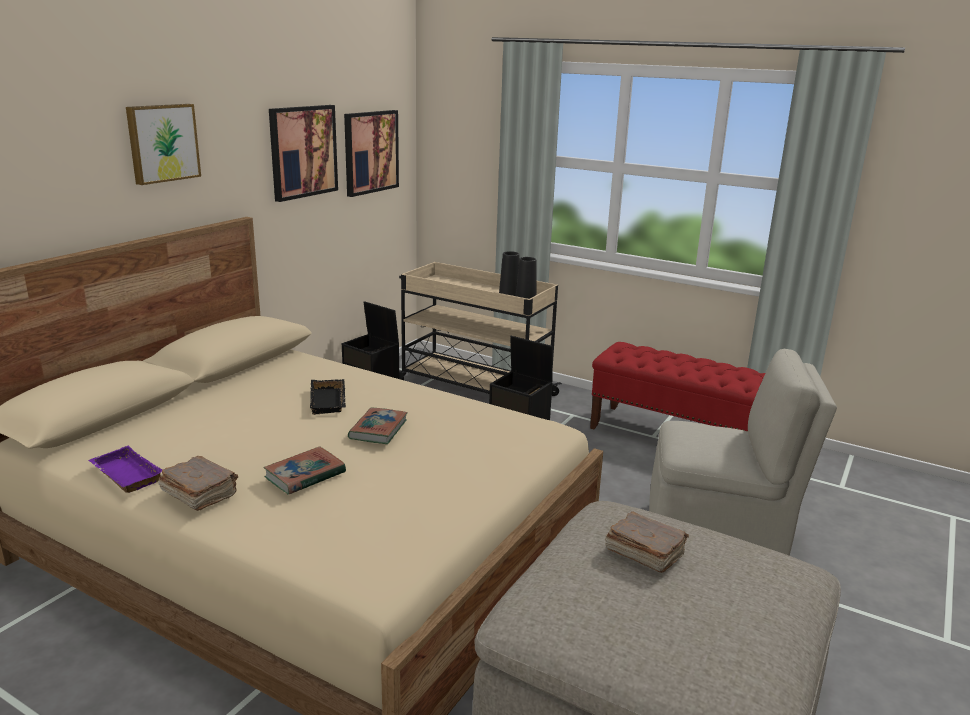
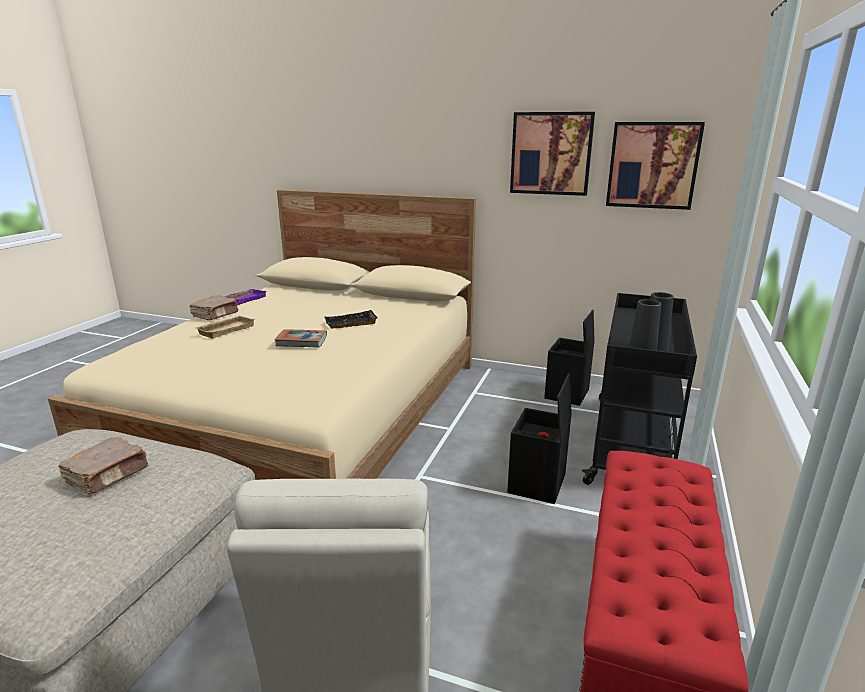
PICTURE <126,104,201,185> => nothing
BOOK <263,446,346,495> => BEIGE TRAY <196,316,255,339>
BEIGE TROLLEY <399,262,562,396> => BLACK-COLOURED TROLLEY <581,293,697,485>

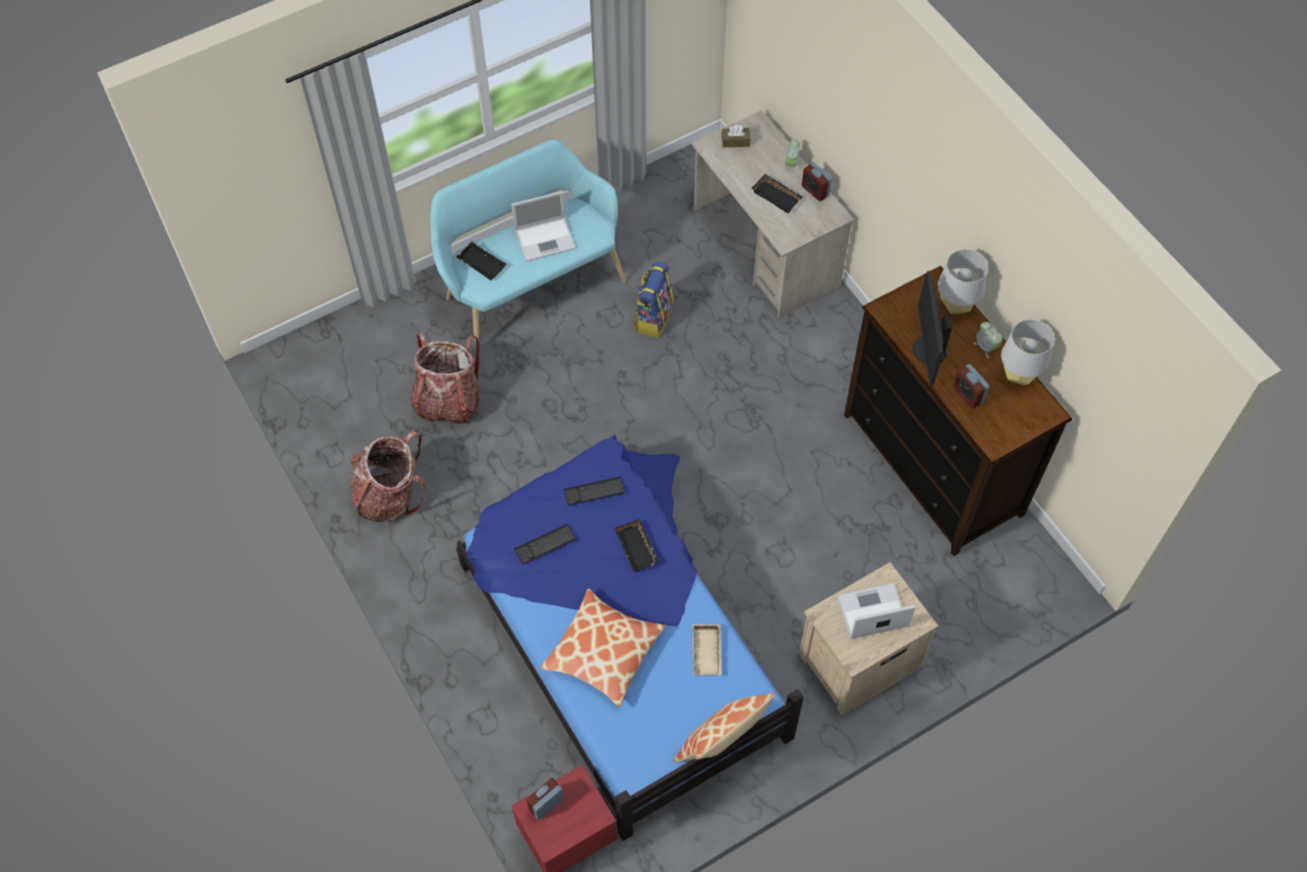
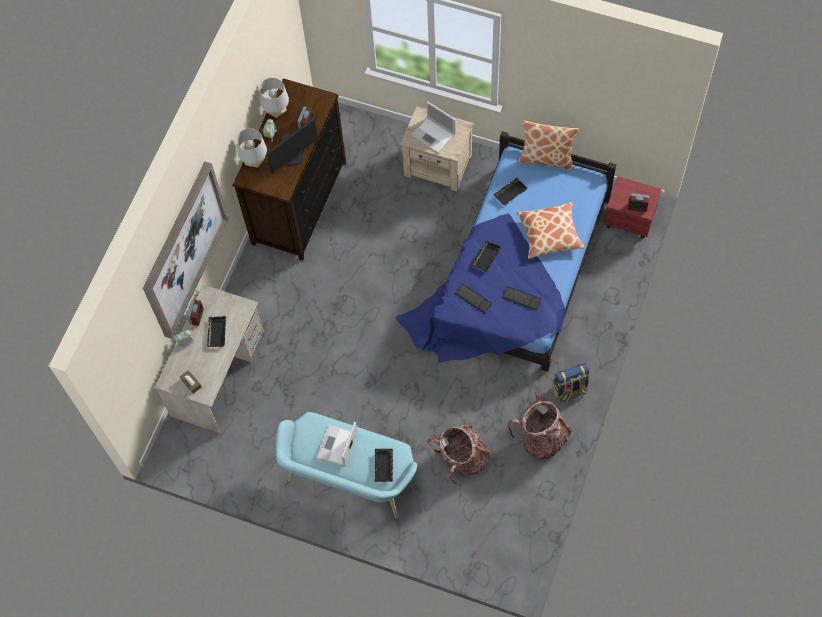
LAPTOP <511,191,576,262> => LAPTOP <316,422,358,467>, 105 degrees counterclockwise
KNAPSACK <633,262,673,338> => KNAPSACK <552,363,590,403>, move
BEIGE TRAY <692,624,722,676> => BLACK-COLOURED TRAY <493,178,527,205>
nothing => PICTURE <143,162,229,339>

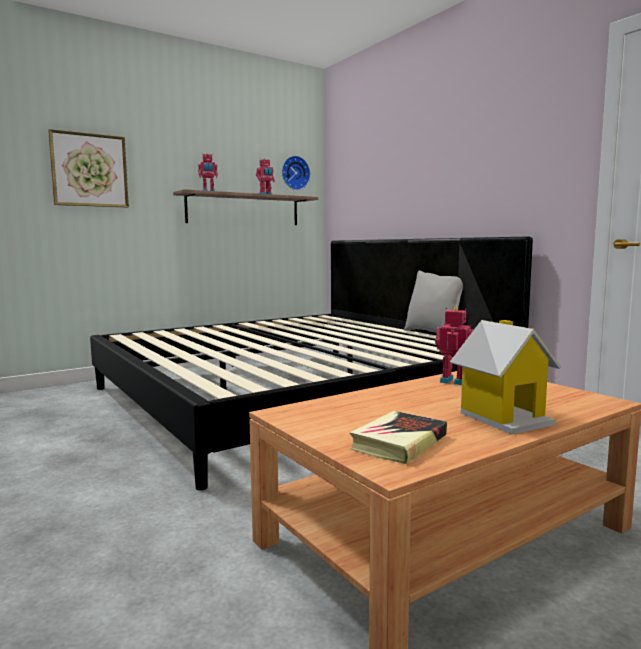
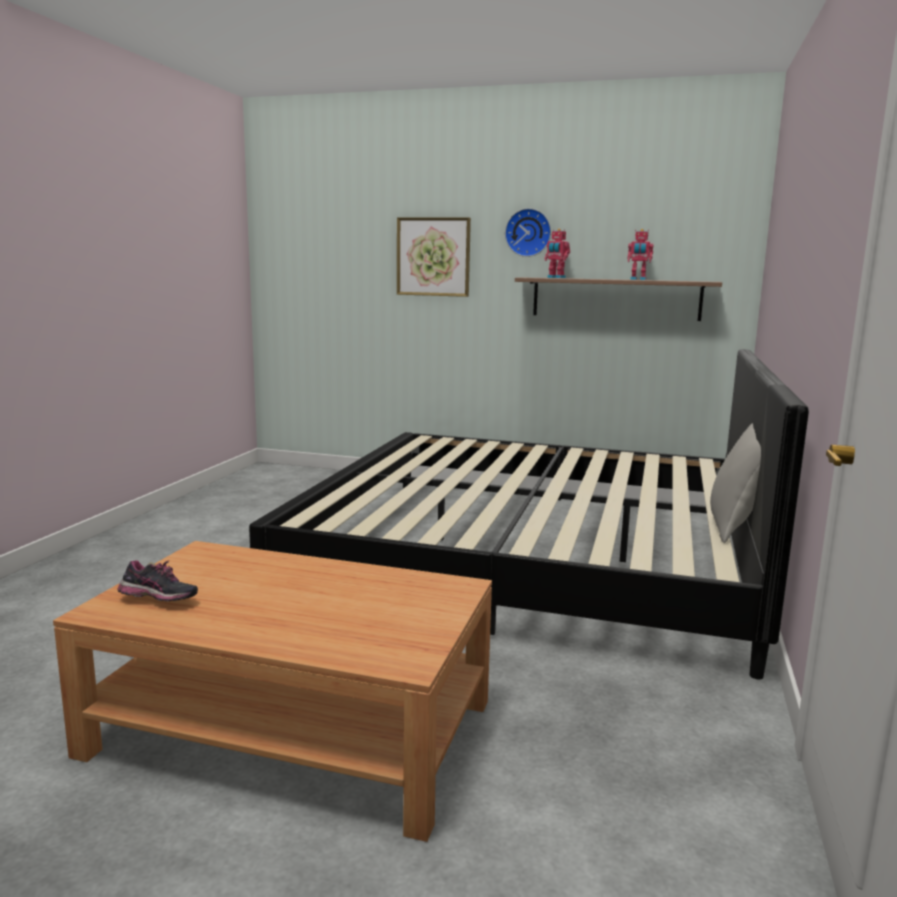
WALL CLOCK <282,156,310,190> => WALL CLOCK <505,208,551,257>, move
BOOK <349,411,447,464> => LOW SHOE <117,560,198,601>
MODEL ROBOT <435,307,474,385> => nothing
TOY HOUSE <450,320,561,434> => nothing

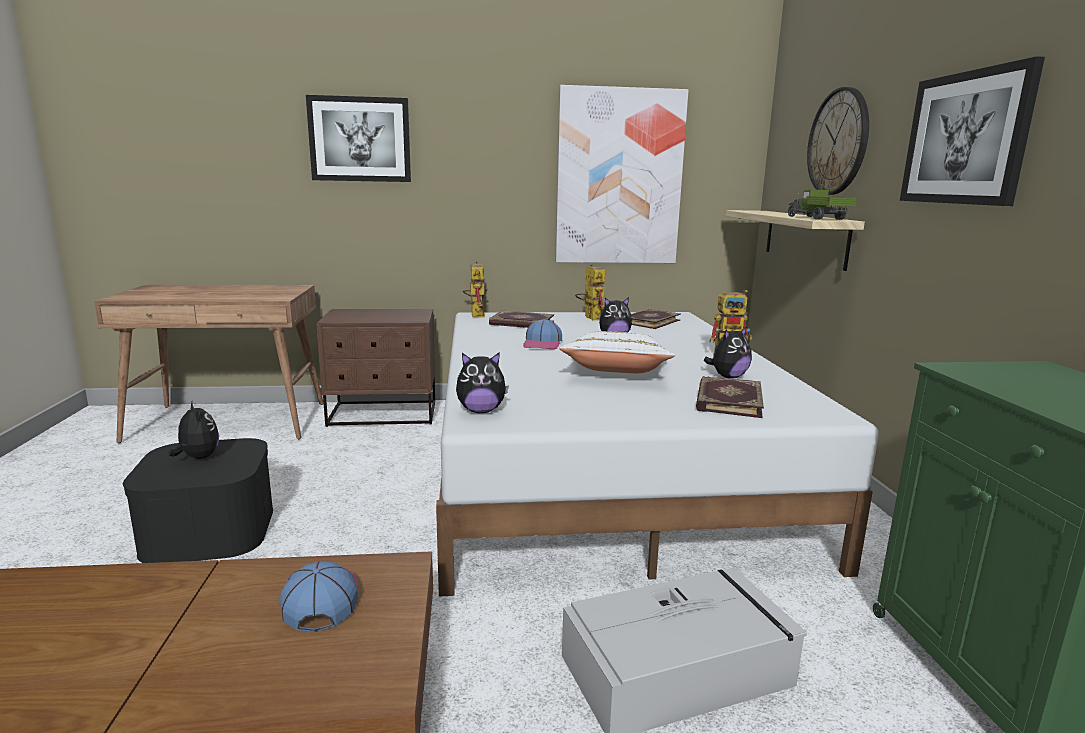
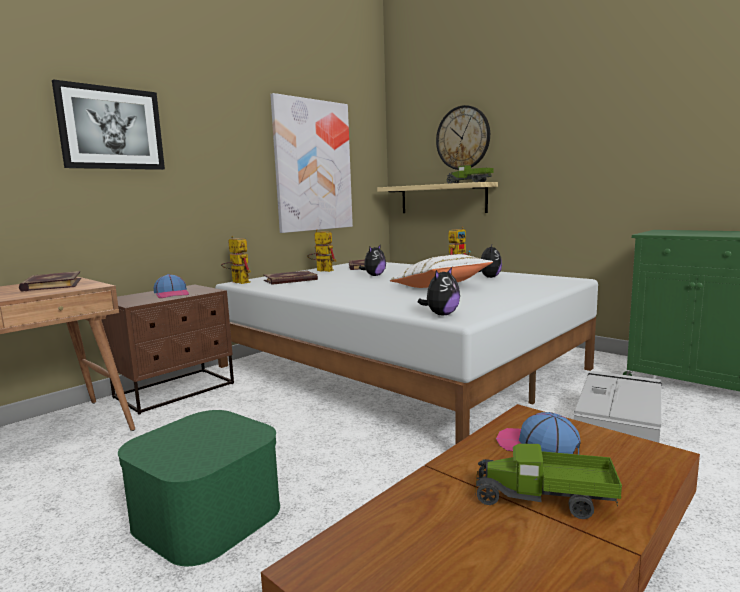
BLACK-COLOURED STORAGE BIN <123,438,273,563> => GREENISH STORAGE BIN <118,410,280,566>
SOFT TOY <168,402,219,459> => nothing
PEAKED CAP <523,319,562,349> => PEAKED CAP <154,274,189,298>, move
BOOK <696,376,764,418> => BOOK <19,271,81,292>, move
PICTURE <900,56,1045,206> => nothing
nothing => TOY TRUCK <475,444,622,519>

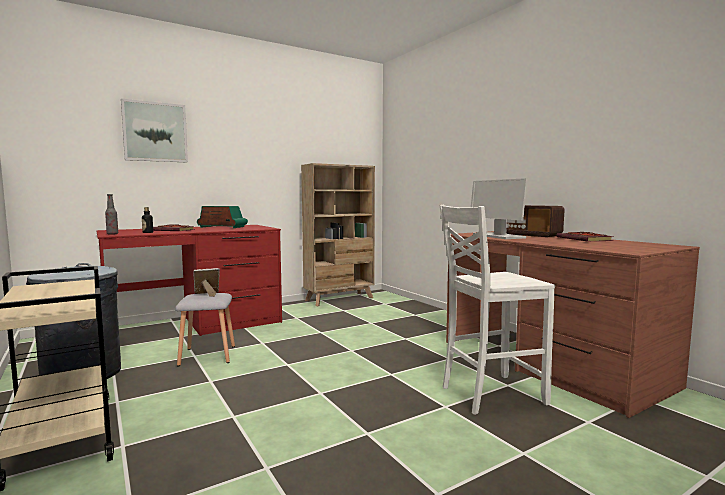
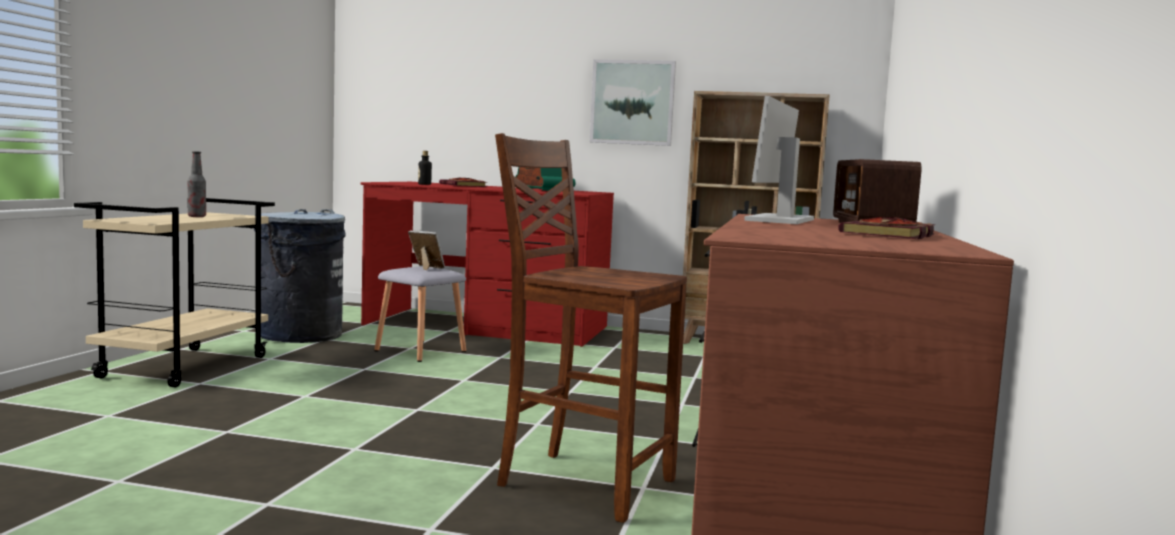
DRINK BOTTLE <105,194,118,235> => DRINK BOTTLE <188,151,206,217>, move
PICTURE <121,99,188,162> => PICTURE <590,59,676,146>, move
WHITISH UPRIGHT CHAIR <440,204,555,415> => BROWN-COLOURED UPRIGHT CHAIR <495,133,687,523>

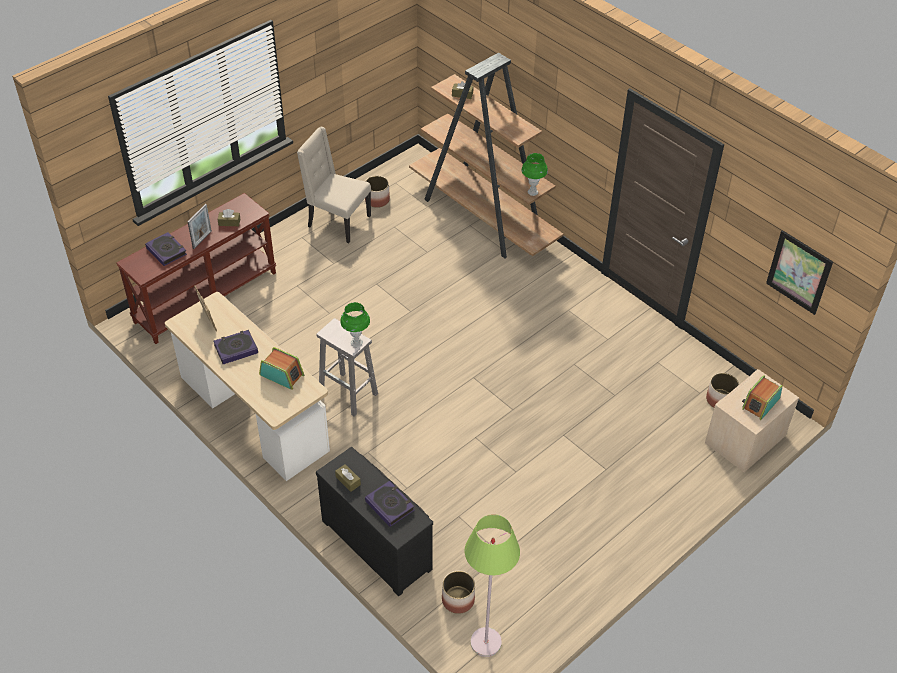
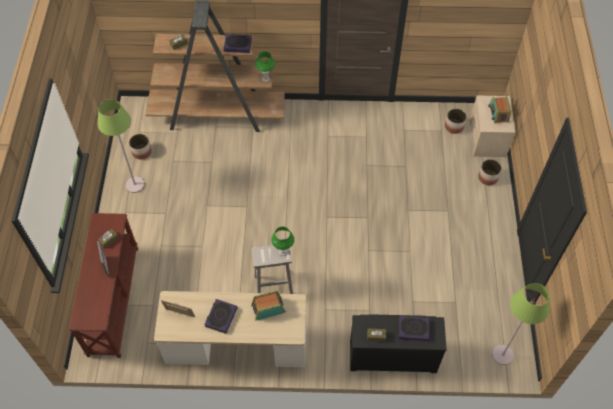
BOOK <145,232,187,266> => BOOK <224,34,252,53>, move
BEIGE UPRIGHT CHAIR <297,127,371,243> => GREENISH STANDARD LAMP <98,99,144,193>
FLOWER POT <442,571,475,614> => FLOWER POT <478,159,502,185>, move
PICTURE <766,230,833,315> => nothing

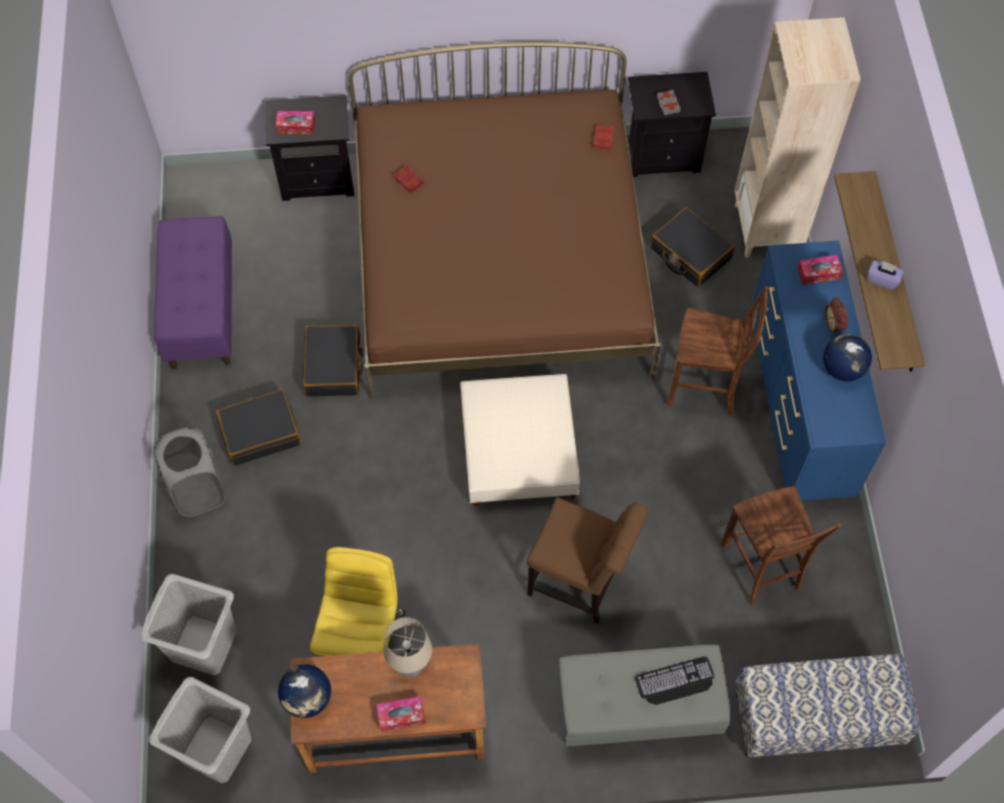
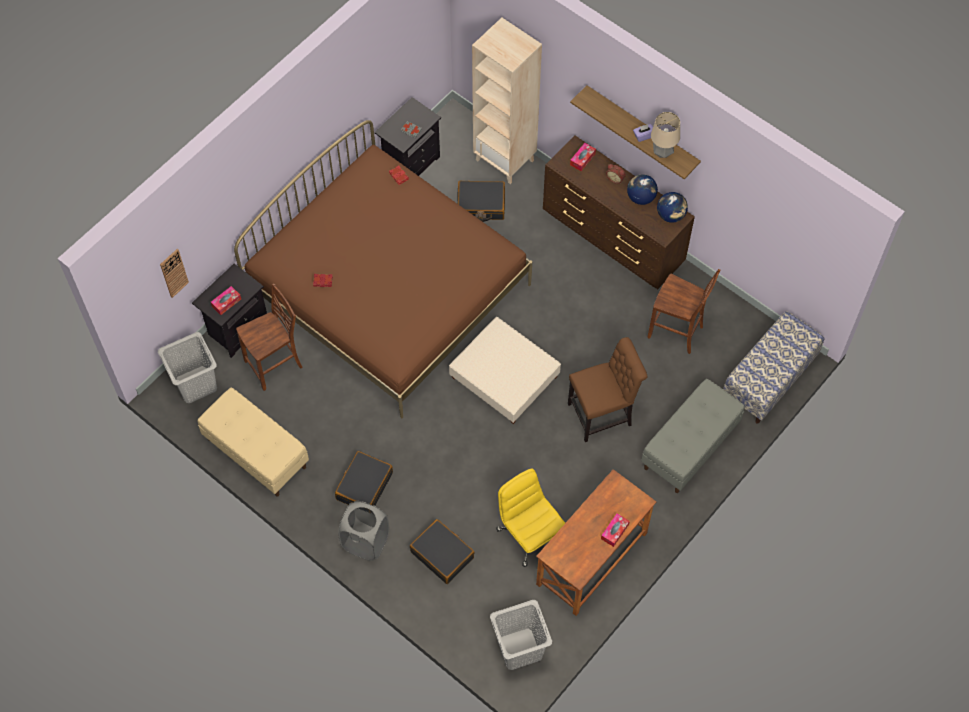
GREYISH WASHING BASKET <140,574,237,675> => GREYISH WASHING BASKET <158,332,217,403>, move
PURPLISH LONG SEAT <154,216,232,369> => BEIGE LONG SEAT <198,388,309,497>
WORLD GLOBE <278,664,331,718> => WORLD GLOBE <657,192,688,223>, move
BLACK-COLOURED TRAVEL CASE <303,325,363,397> => BLACK-COLOURED TRAVEL CASE <410,519,475,584>, move
TABLETOP LAMP <384,617,432,678> => TABLETOP LAMP <651,112,680,158>, move
COMPUTER KEYBOARD <635,657,715,705> => nothing
BROWN-COLOURED UPRIGHT CHAIR <667,286,769,416> => BROWN-COLOURED UPRIGHT CHAIR <236,284,303,391>, move
BLUISH CHEST OF DRAWERS <750,240,886,501> => BROWN-COLOURED CHEST OF DRAWERS <543,135,695,289>
nothing => WALL CLOCK <160,249,189,298>

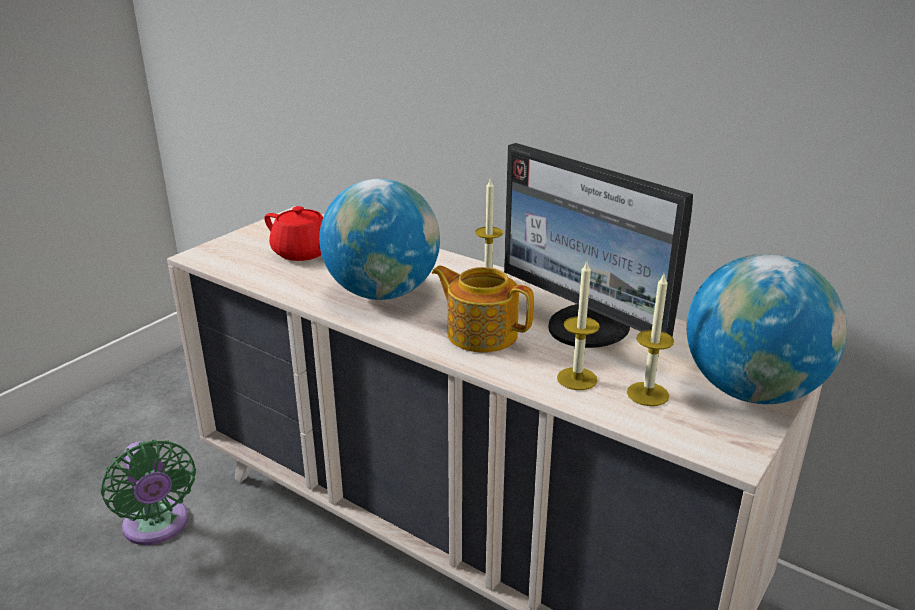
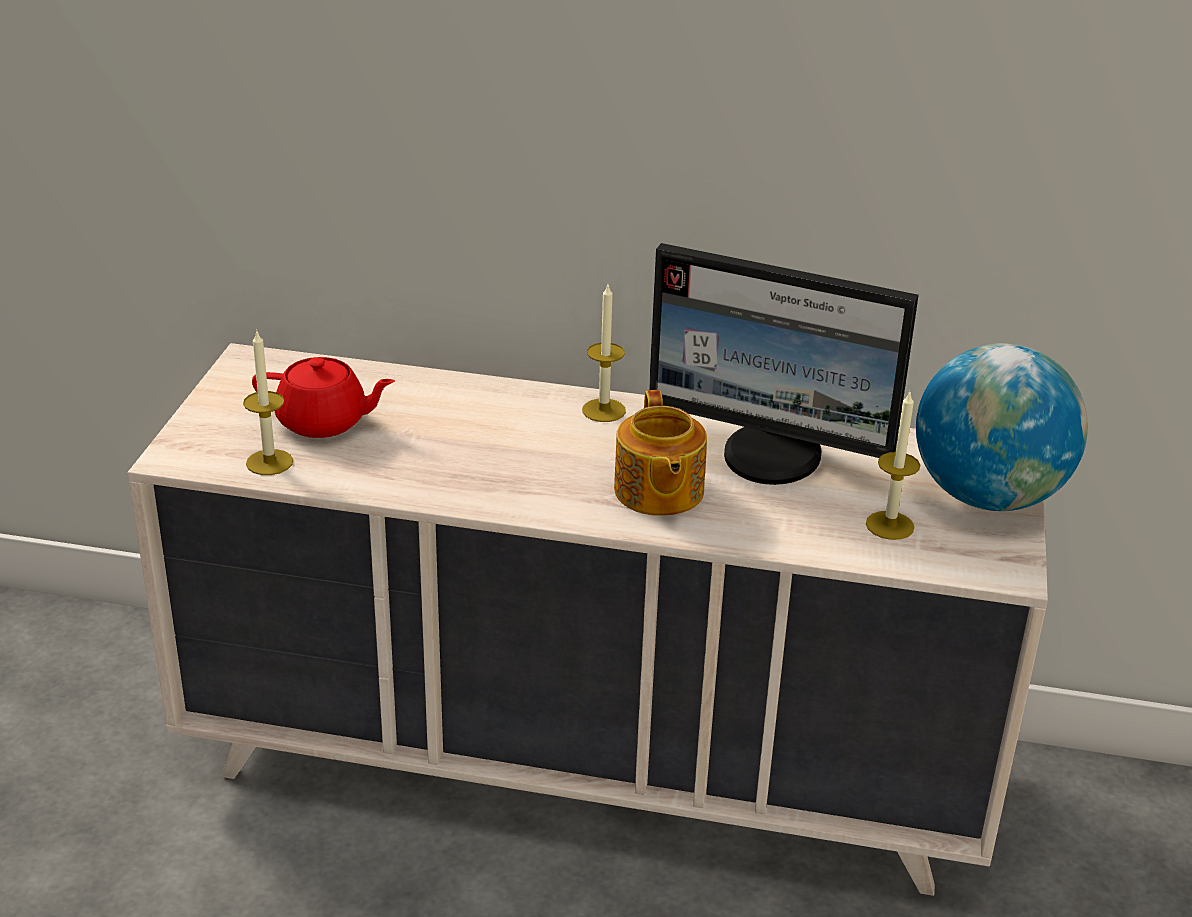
GREENISH ELECTRIC FAN <101,440,196,545> => nothing
WORLD GLOBE <319,179,440,300> => nothing
POT FOR TEA <432,266,534,352> => POT FOR TEA <614,390,707,516>, 105 degrees counterclockwise
WAX CANDLE <557,262,600,390> => WAX CANDLE <243,329,293,475>, move

